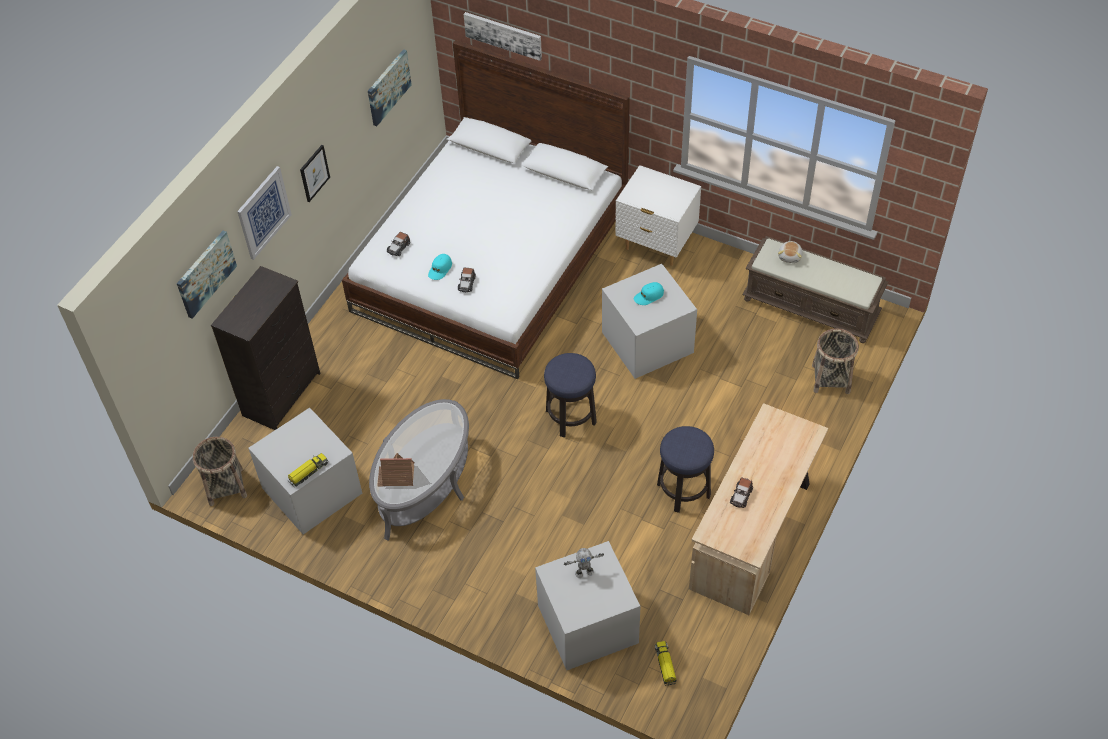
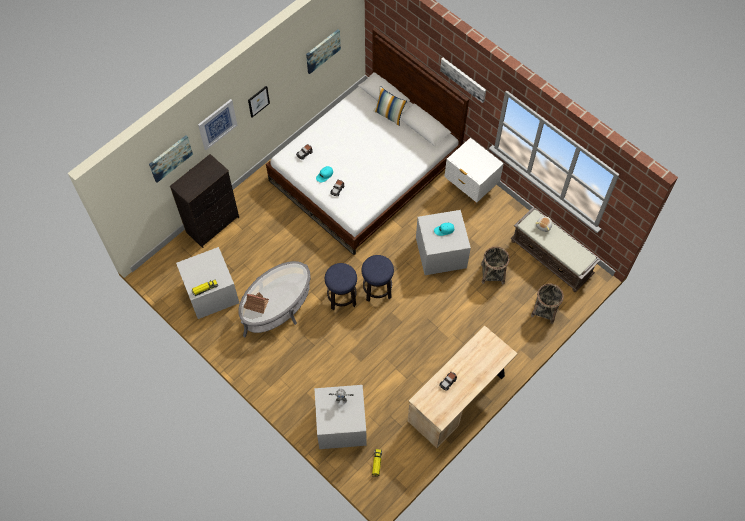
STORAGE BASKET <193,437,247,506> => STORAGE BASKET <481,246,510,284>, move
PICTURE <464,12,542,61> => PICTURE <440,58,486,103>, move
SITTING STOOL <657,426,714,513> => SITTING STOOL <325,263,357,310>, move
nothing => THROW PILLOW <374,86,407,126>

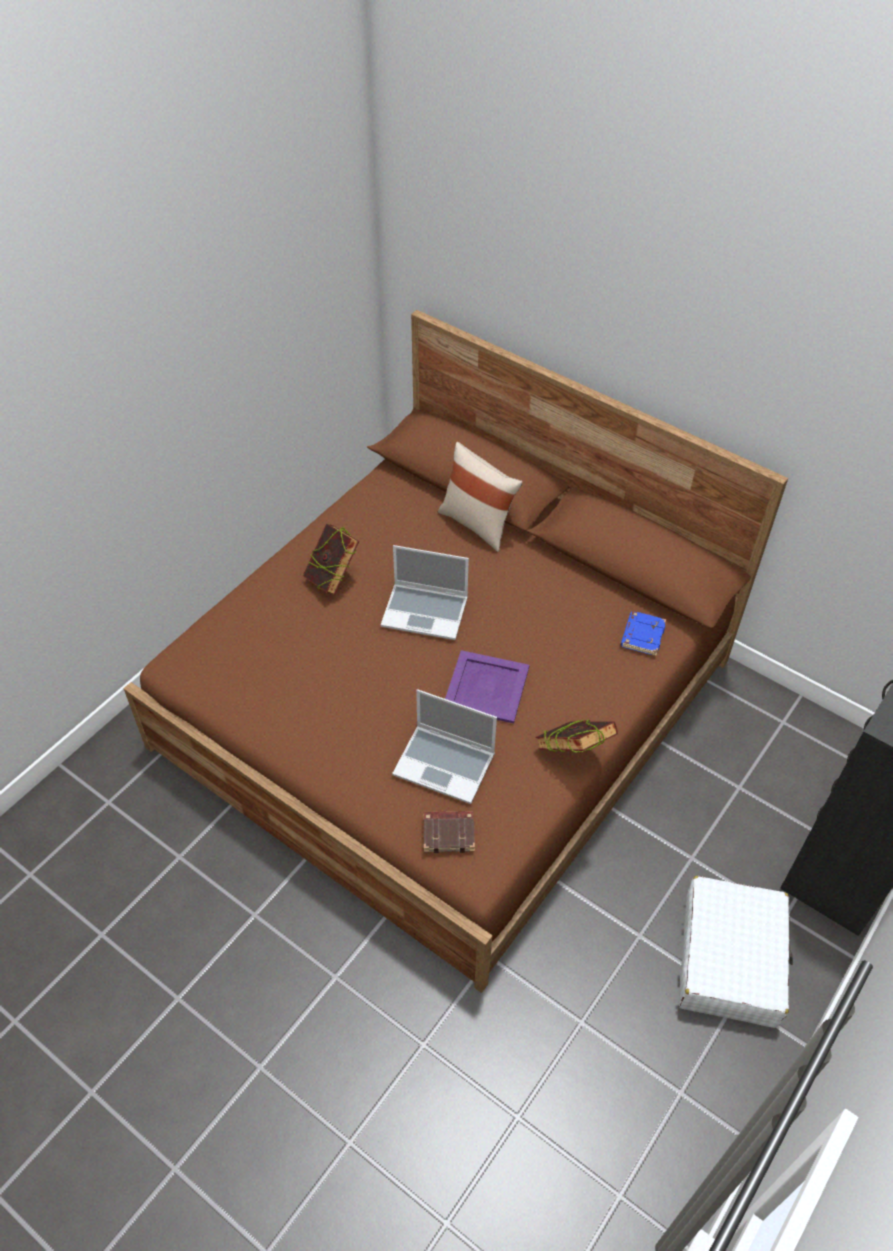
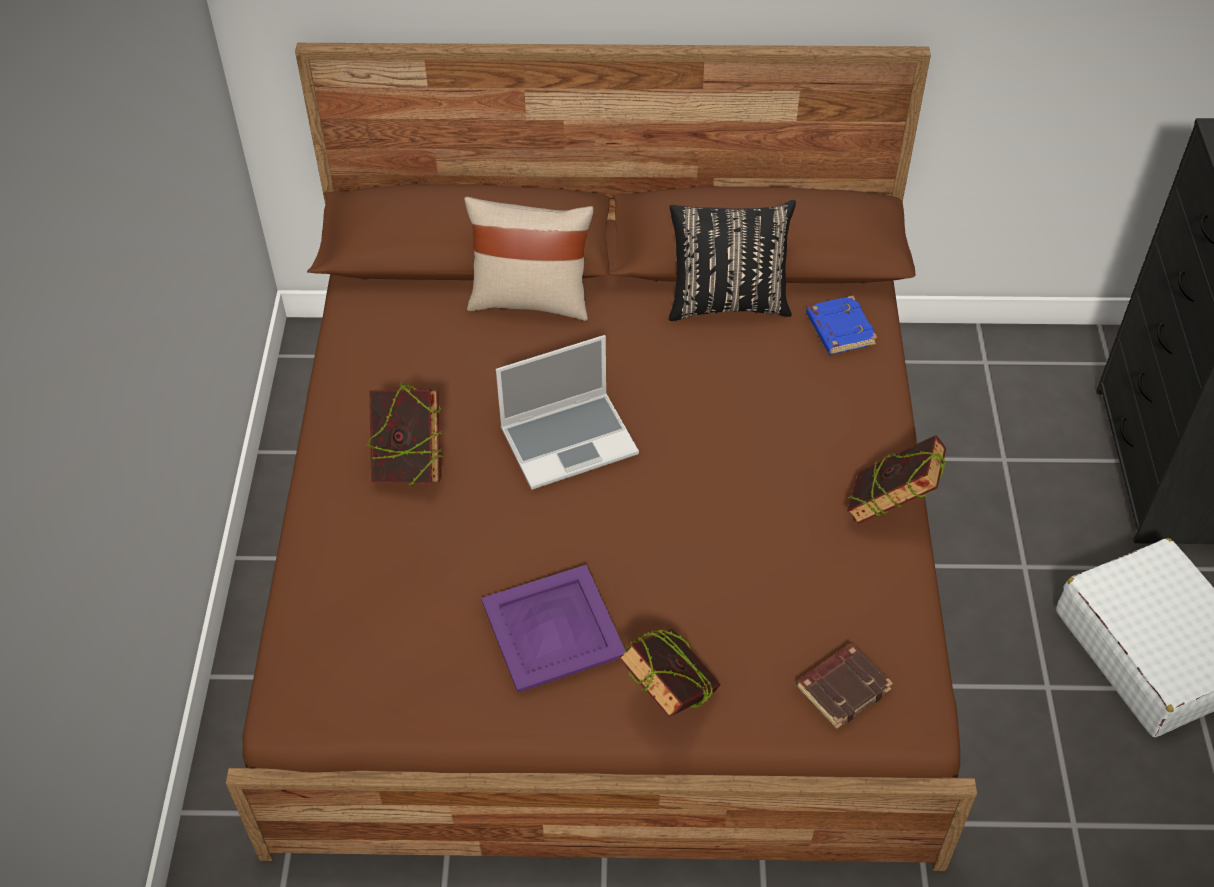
LAPTOP <392,689,497,804> => nothing
PURPLISH TRAY <445,650,530,723> => PURPLISH TRAY <481,565,625,693>, move
nothing => BOOK <618,628,721,718>
nothing => BLACK-COLOURED THROW PILLOW <669,200,796,321>

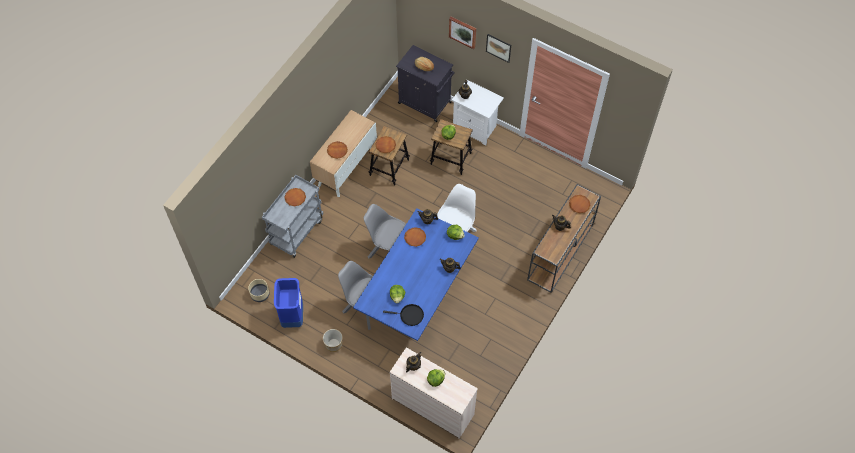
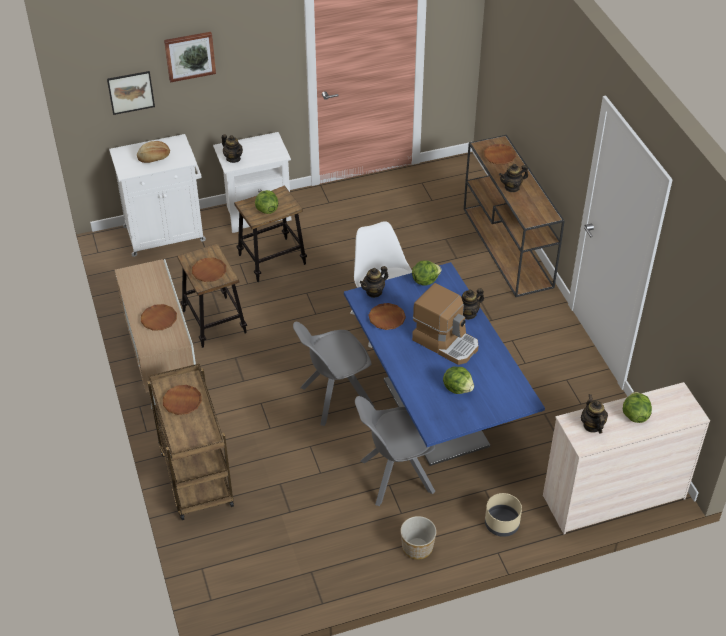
BEIGE FLOWER POT <248,279,270,302> => BEIGE FLOWER POT <485,493,522,537>, move
GREYISH TROLLEY <262,175,323,258> => BROWN-COLOURED TROLLEY <147,364,234,520>
BLUISH TRASH CAN <274,278,303,328> => nothing
BLACK-COLOURED PAN <383,304,424,326> => nothing
BLACK-COLOURED CABINET <396,45,454,122> => WHITISH CABINET <109,134,206,257>
PICTURE <486,34,511,63> => PICTURE <107,71,155,115>, move
nothing => COFFEE MAKER <412,283,478,365>

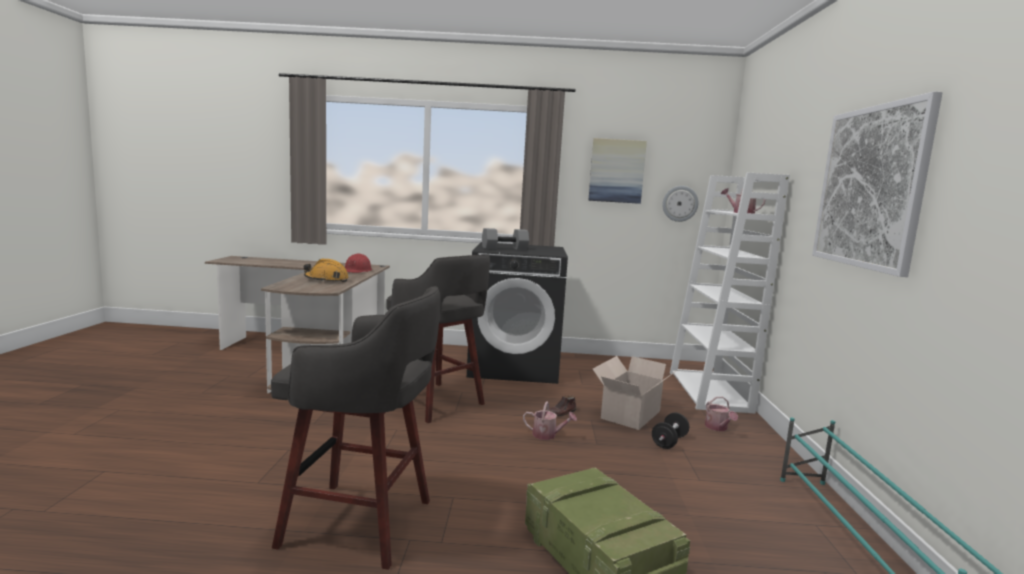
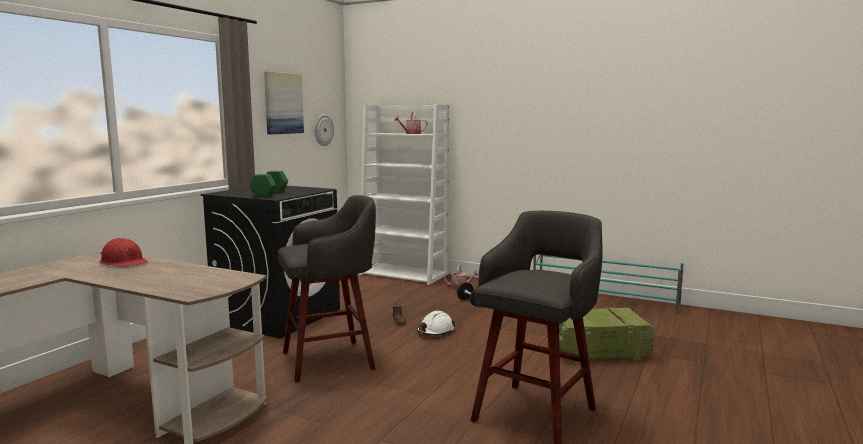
ORANGE SAFETY HELMET <304,259,349,282> => nothing
GREYISH FREE WEIGHT <482,228,529,250> => GREENISH FREE WEIGHT <249,171,288,197>
WATERING CAN <523,401,577,440> => WHITISH SAFETY HELMET <417,311,455,335>
CARTON <593,356,676,430> => nothing
PICTURE <812,92,943,277> => nothing

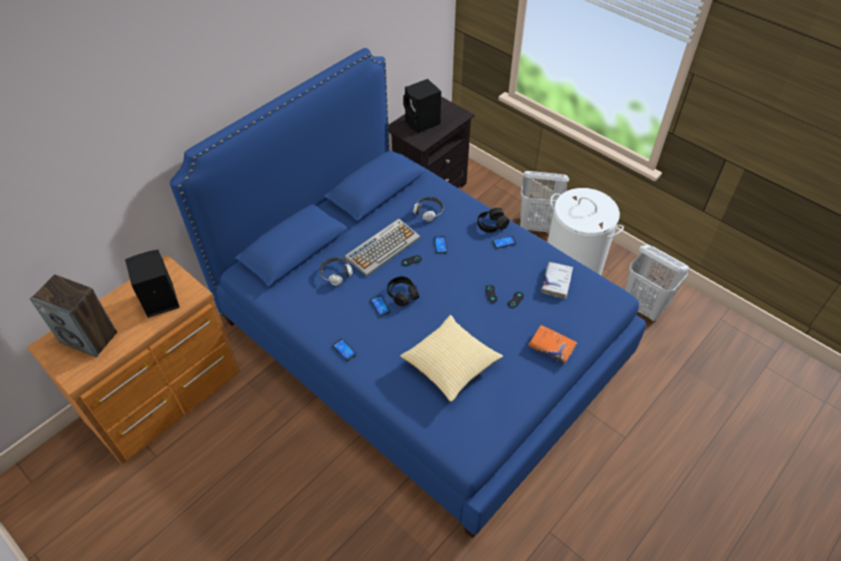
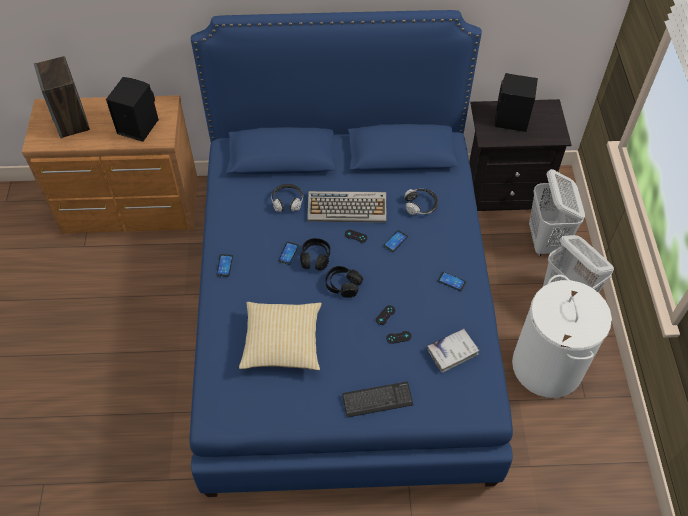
BLACK-COLOURED PAIR OF HEADPHONES <477,208,510,233> => BLACK-COLOURED PAIR OF HEADPHONES <326,266,363,298>, move
ORANGE BOOK <528,325,577,364> => COMPUTER KEYBOARD <342,382,413,418>
WHITISH WASHING BASKET <625,245,690,322> => WHITISH WASHING BASKET <529,169,585,256>, move

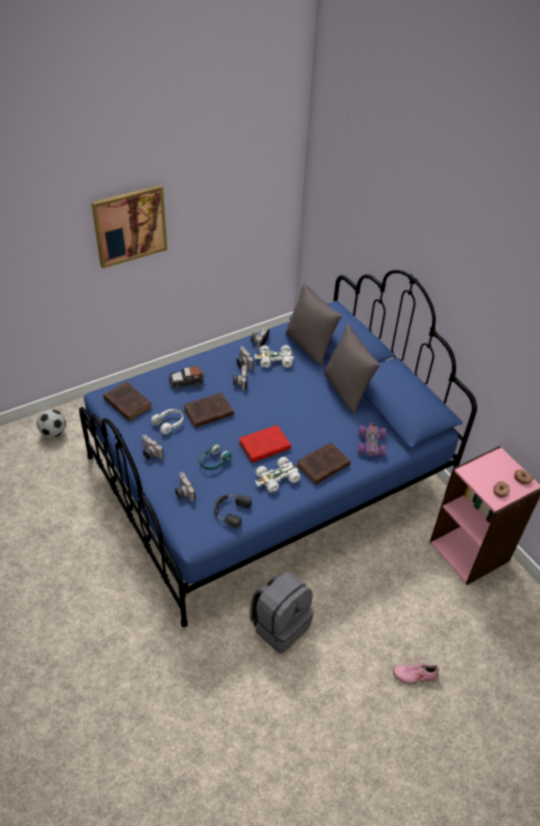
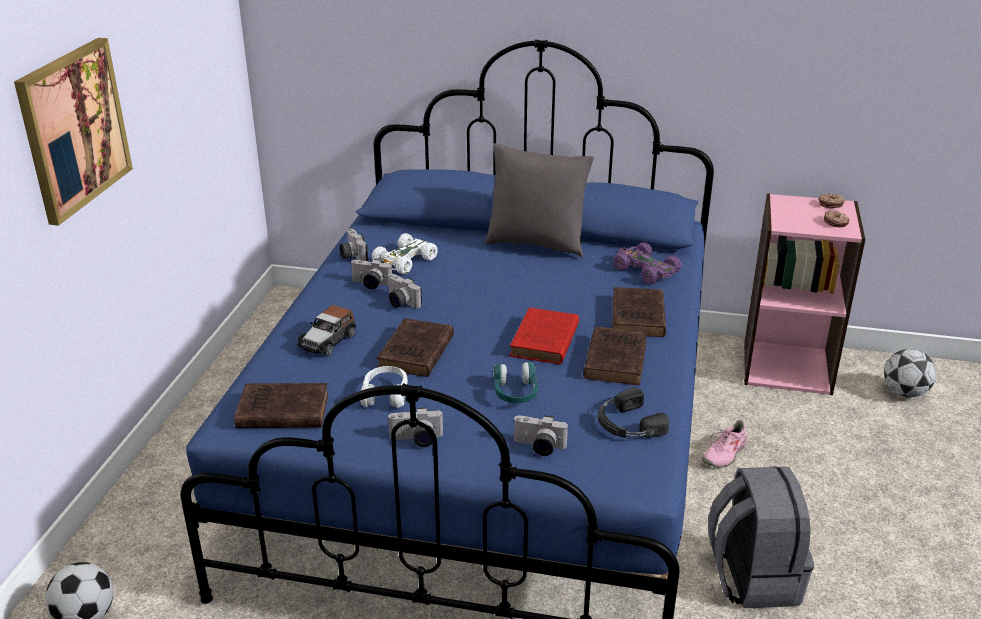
WHITISH TOY CAR <255,457,301,493> => BROWN-COLOURED BOOK <583,326,647,385>
GREYISH THROW PILLOW <285,283,342,366> => nothing
PINK LOW SHOE <393,656,439,685> => PINK LOW SHOE <702,420,752,467>, move
nothing => FOOTBALL BALL <884,349,936,397>

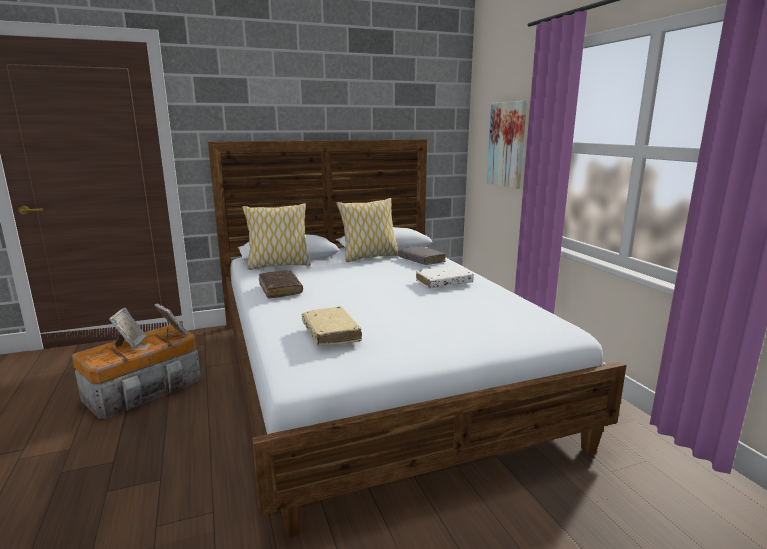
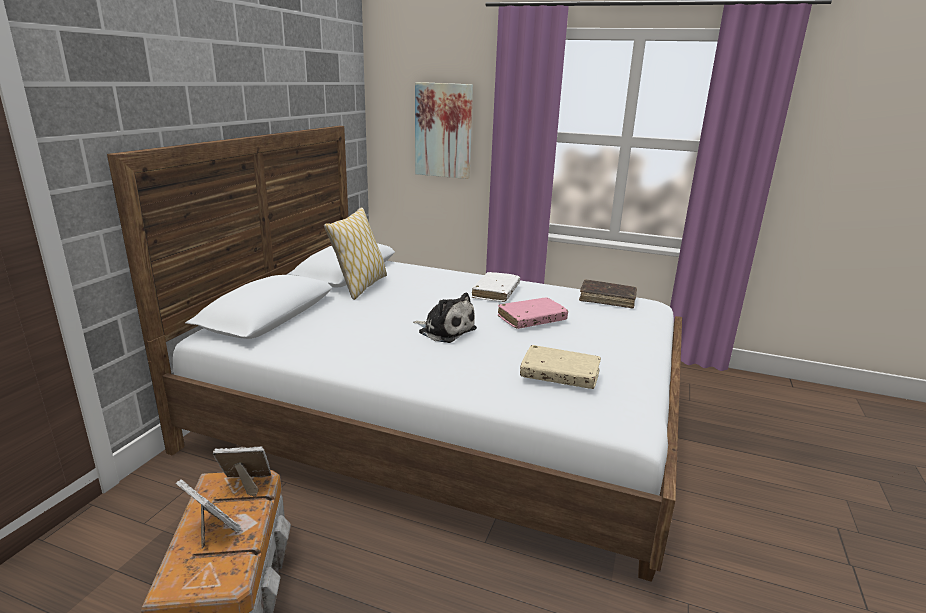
THROW PILLOW <242,203,311,270> => nothing
BROWN-COLOURED BOOK <259,270,303,299> => BROWN-COLOURED BOOK <579,280,637,309>, move
GREYISH BOOK <398,246,446,265> => nothing
nothing => SOFT TOY <413,293,477,343>
nothing => PINK BOOK <498,297,568,329>

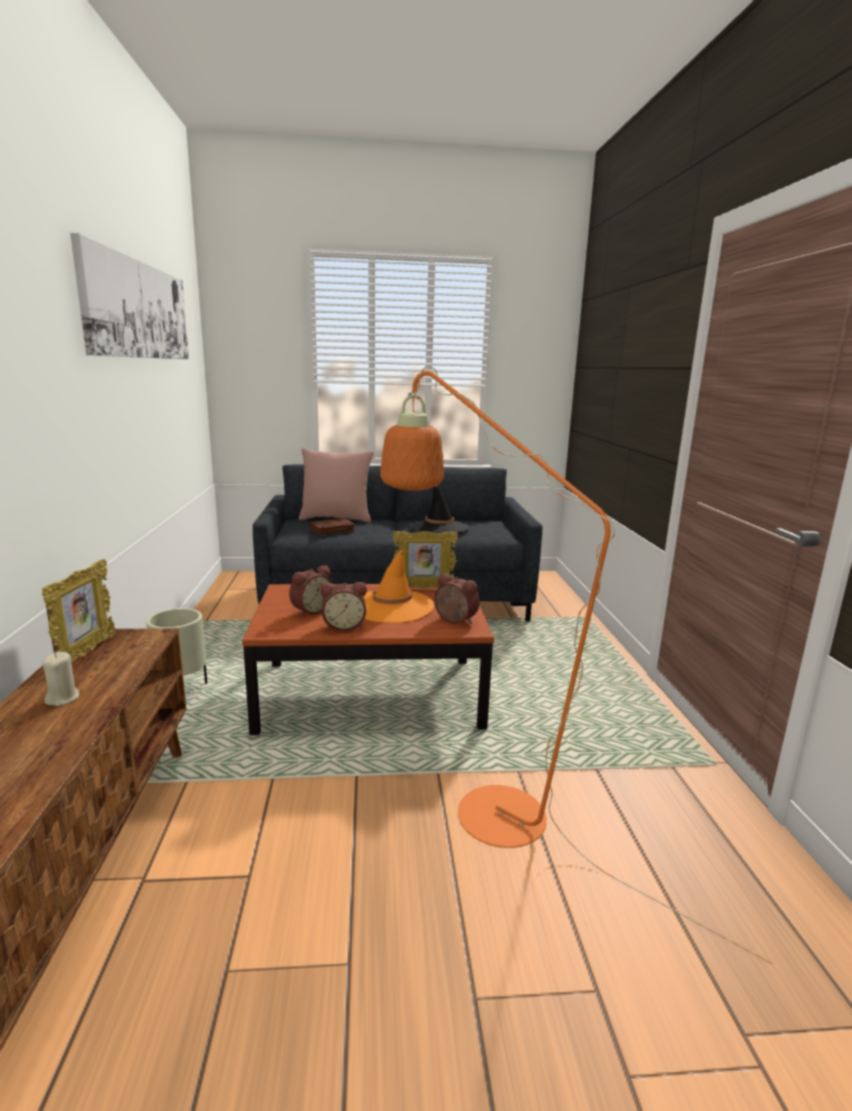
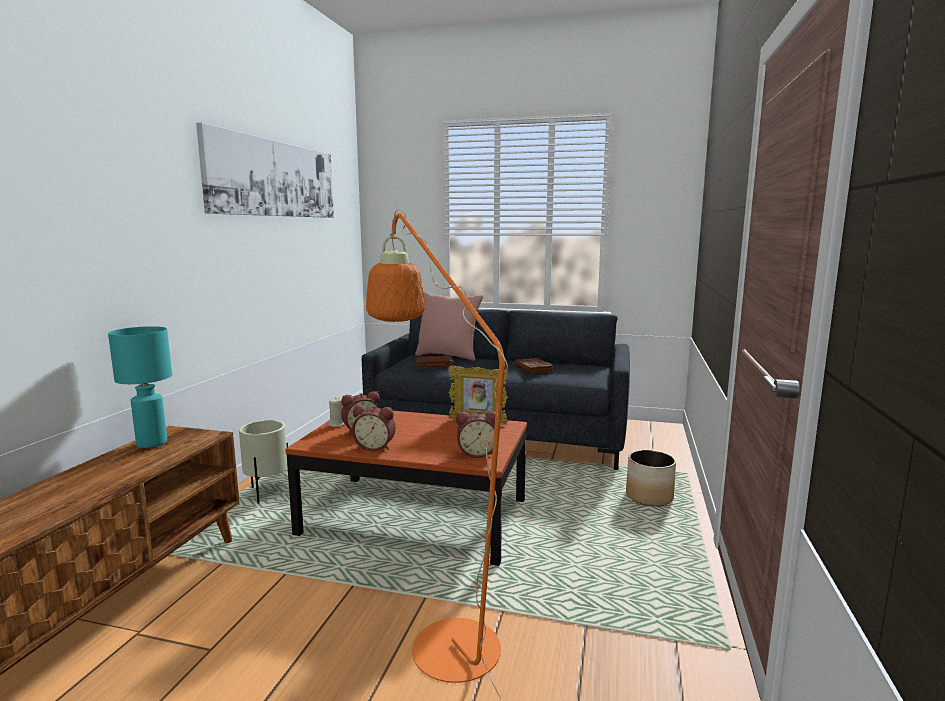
STANDING FRAME <42,559,116,663> => BLUE-GREEN TABLETOP LAMP <108,326,172,448>
BEIGE WAX CANDLE <42,652,79,706> => BEIGE WAX CANDLE <328,397,345,427>, move
ORANGE WEARABLE HAT <364,550,434,623> => nothing
BLACK-COLOURED WEARABLE HAT <409,486,470,534> => BROWN-COLOURED BOOK <514,358,553,374>
TABLE CLOCK <434,573,480,624> => TABLE CLOCK <456,411,496,458>, 120 degrees clockwise
nothing => FLOWER POT <626,450,676,506>

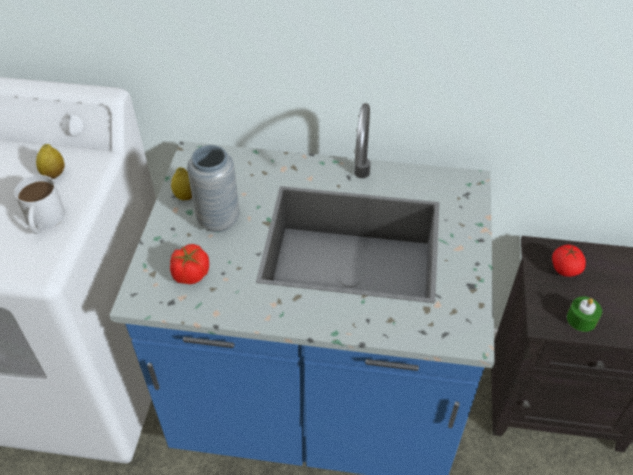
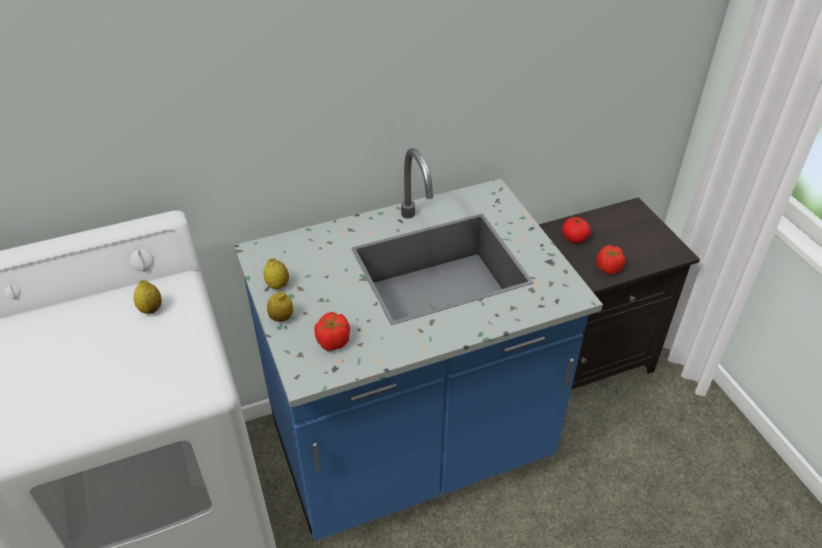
WHITISH TEA MUG <14,175,65,234> => nothing
GREYISH VASE <187,145,240,232> => nothing
GREENISH WAX CANDLE <567,296,602,332> => TOMATO <596,245,626,274>
nothing => CITRUS FRUIT <267,291,293,322>

